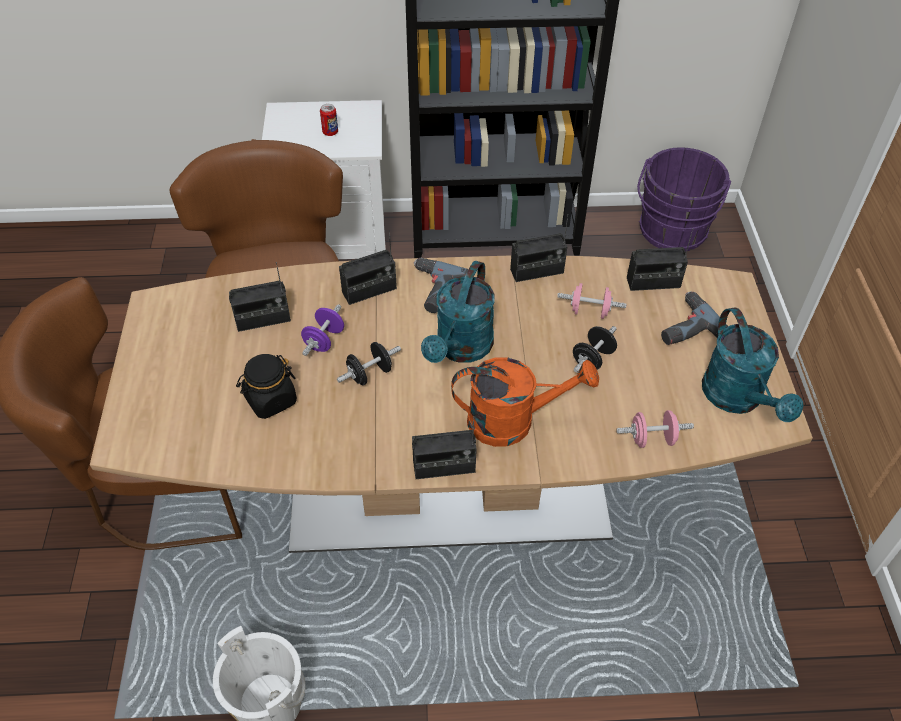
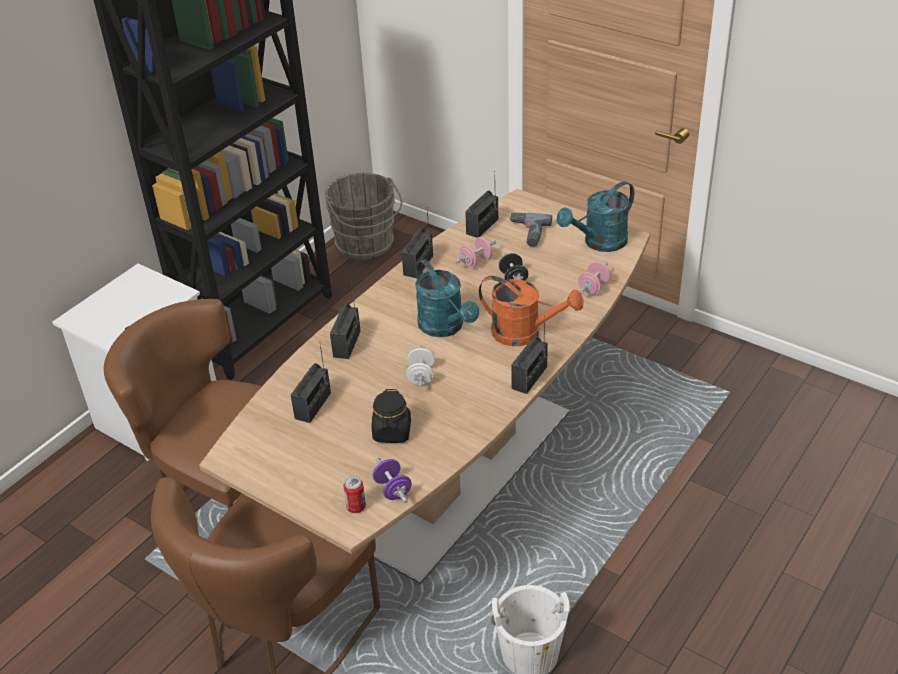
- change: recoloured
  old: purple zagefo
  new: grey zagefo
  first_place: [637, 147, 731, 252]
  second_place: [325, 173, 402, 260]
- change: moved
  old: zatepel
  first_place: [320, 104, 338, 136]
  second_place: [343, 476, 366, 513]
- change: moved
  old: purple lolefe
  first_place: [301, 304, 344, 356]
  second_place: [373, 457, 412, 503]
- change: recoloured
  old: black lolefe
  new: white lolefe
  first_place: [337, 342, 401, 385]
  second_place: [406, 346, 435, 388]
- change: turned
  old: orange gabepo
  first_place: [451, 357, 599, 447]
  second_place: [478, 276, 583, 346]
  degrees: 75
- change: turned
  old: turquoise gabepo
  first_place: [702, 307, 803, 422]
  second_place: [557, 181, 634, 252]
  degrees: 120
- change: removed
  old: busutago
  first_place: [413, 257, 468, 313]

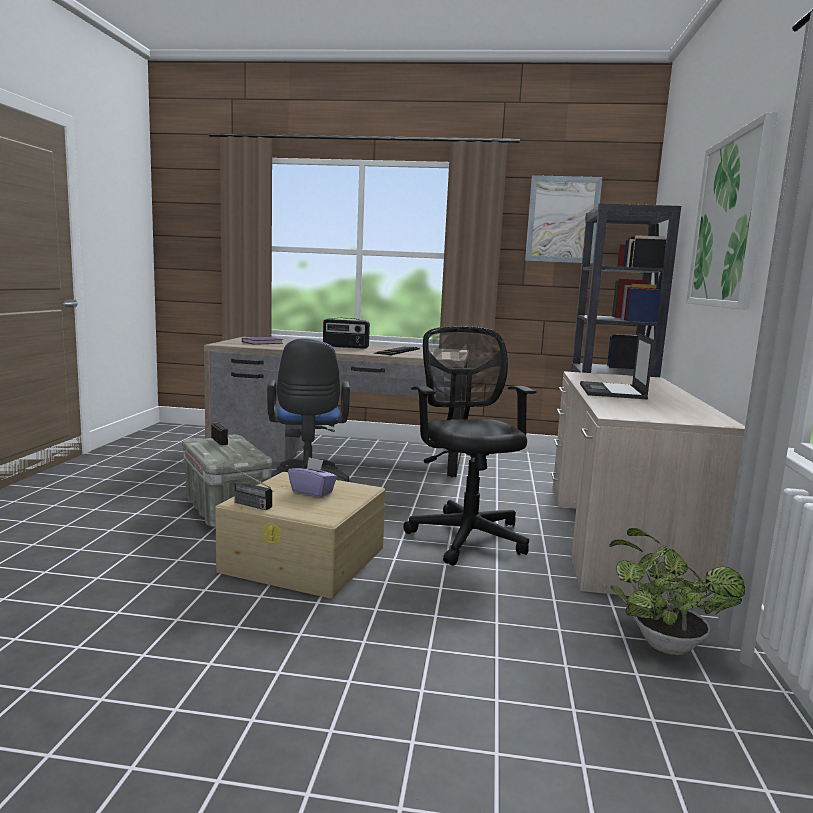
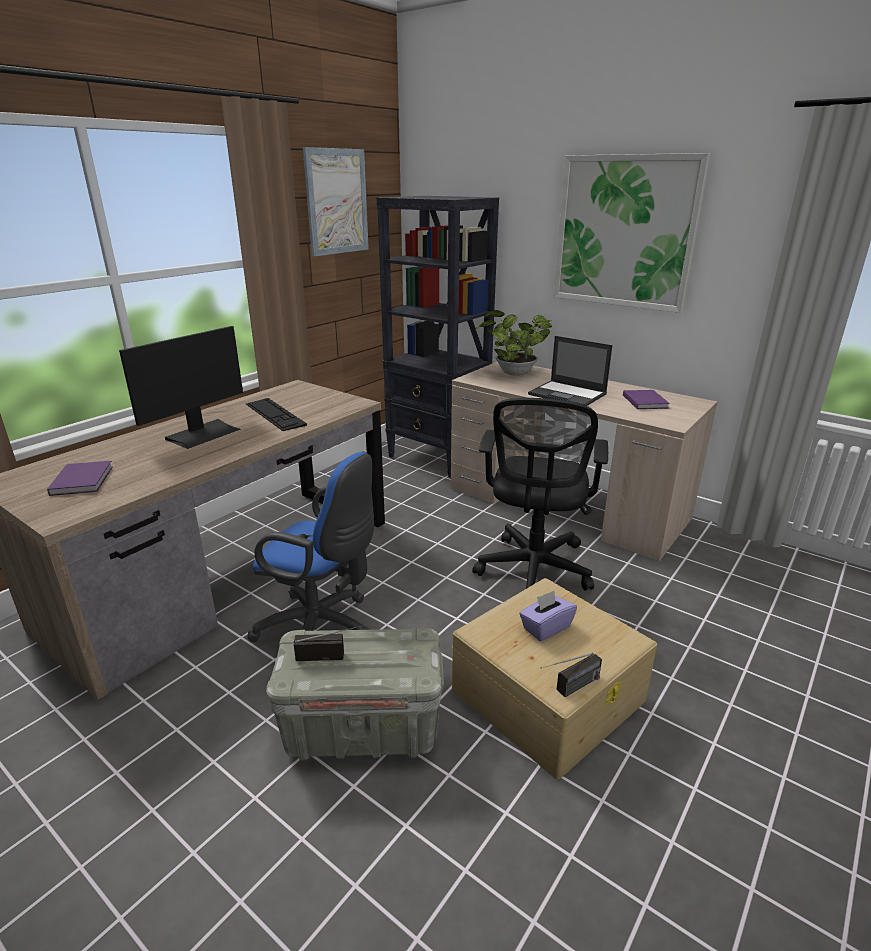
- change: replaced
  old: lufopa
  new: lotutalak
  first_place: [323, 318, 370, 349]
  second_place: [119, 326, 243, 449]
- change: turned
  old: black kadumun
  first_place: [403, 326, 537, 566]
  second_place: [472, 398, 608, 591]
  degrees: -90
- change: moved
  old: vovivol
  first_place: [609, 528, 745, 655]
  second_place: [475, 310, 552, 376]
- change: added
  new: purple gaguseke
  second_place: [623, 390, 670, 409]

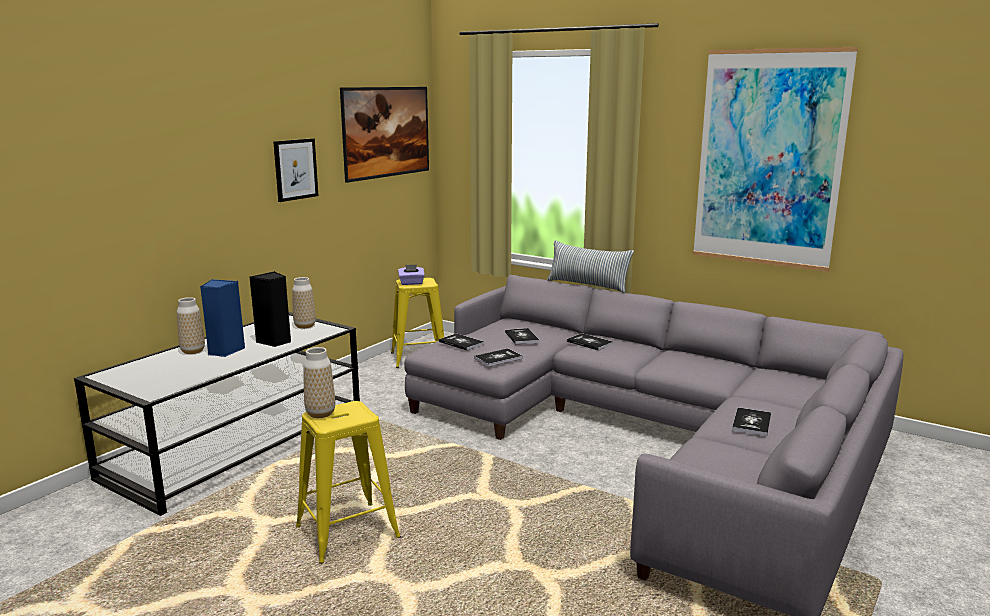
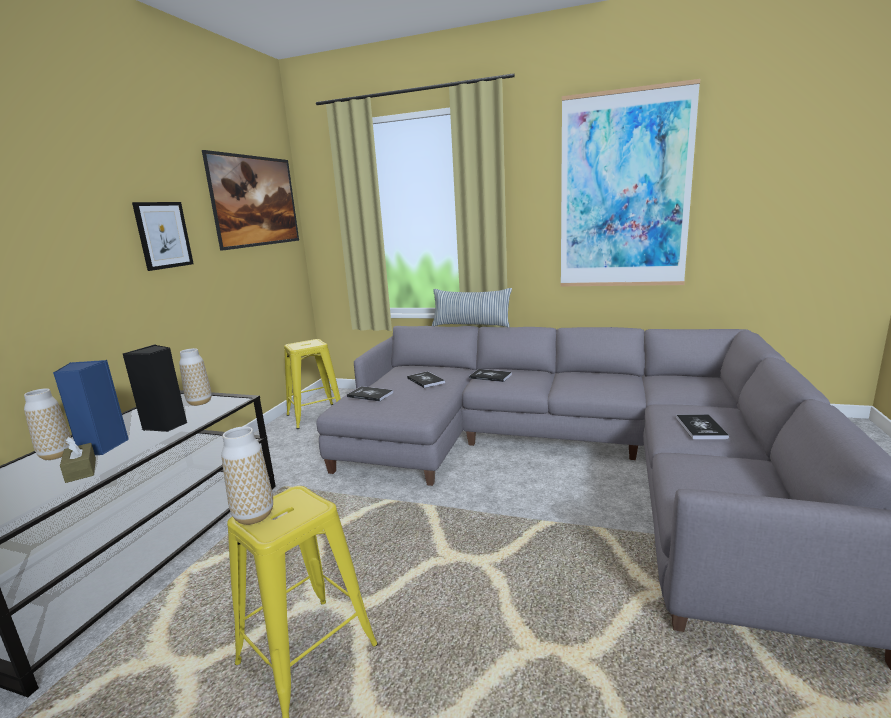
- change: added
  new: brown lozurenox
  second_place: [60, 437, 96, 483]
- change: removed
  old: purple lozurenox
  first_place: [398, 265, 425, 285]
- change: removed
  old: gaguseke
  first_place: [474, 349, 523, 367]

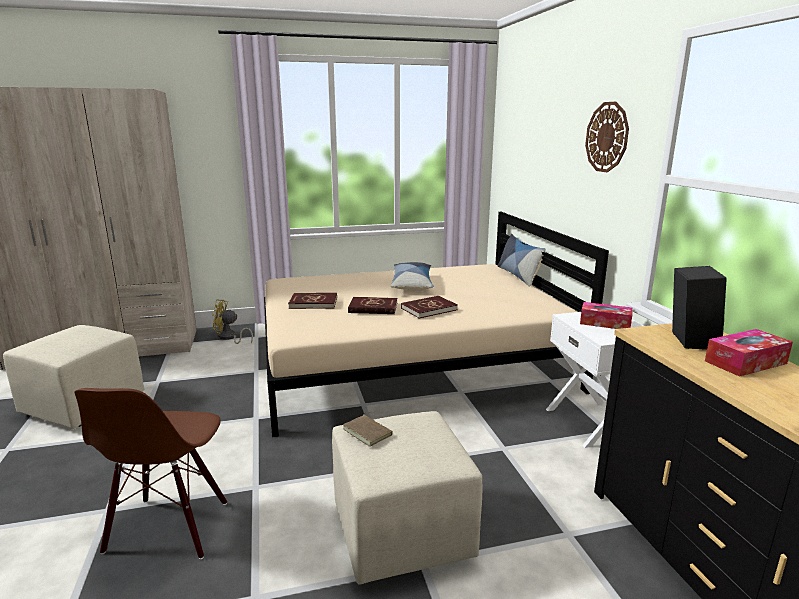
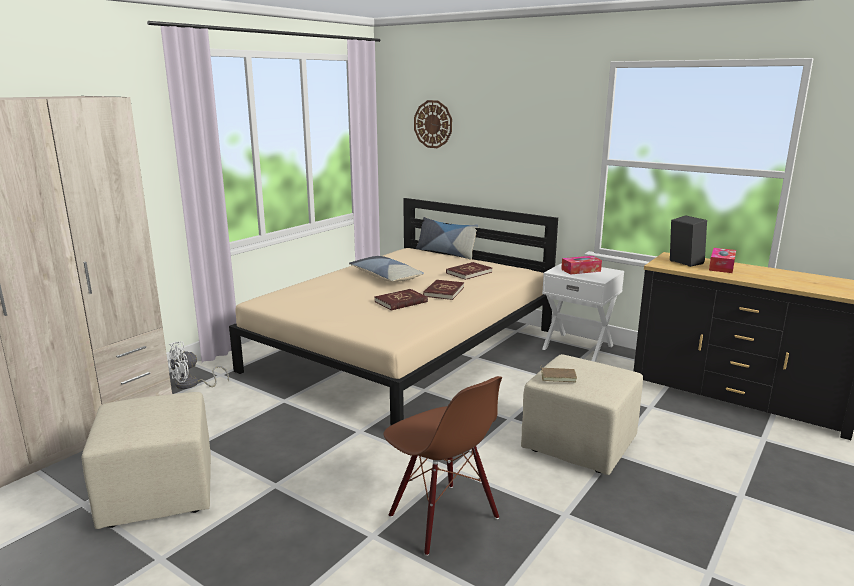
- change: recoloured
  old: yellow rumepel
  new: white rumepel
  first_place: [212, 299, 253, 344]
  second_place: [168, 341, 229, 389]
- change: moved
  old: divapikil
  first_place: [585, 102, 629, 172]
  second_place: [414, 100, 452, 148]
- change: moved
  old: red gaguseke
  first_place: [288, 293, 337, 309]
  second_place: [446, 262, 492, 280]

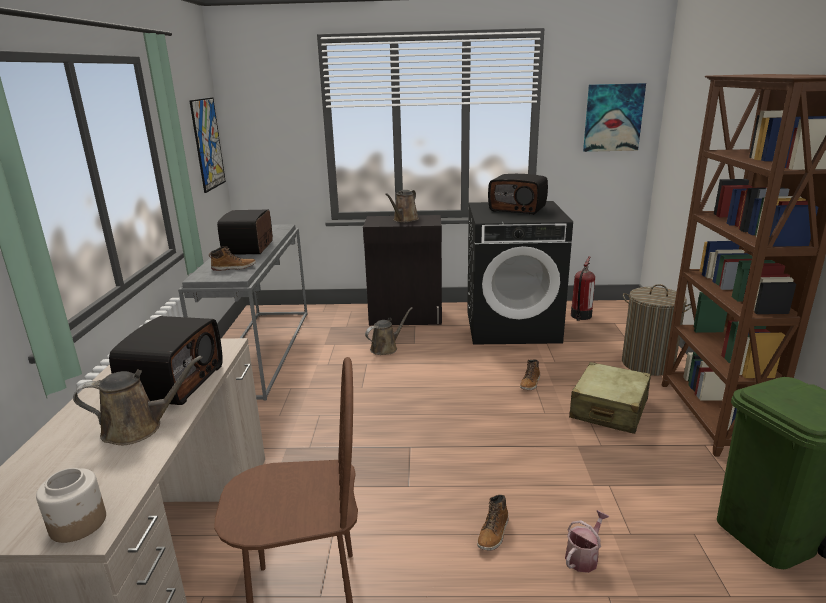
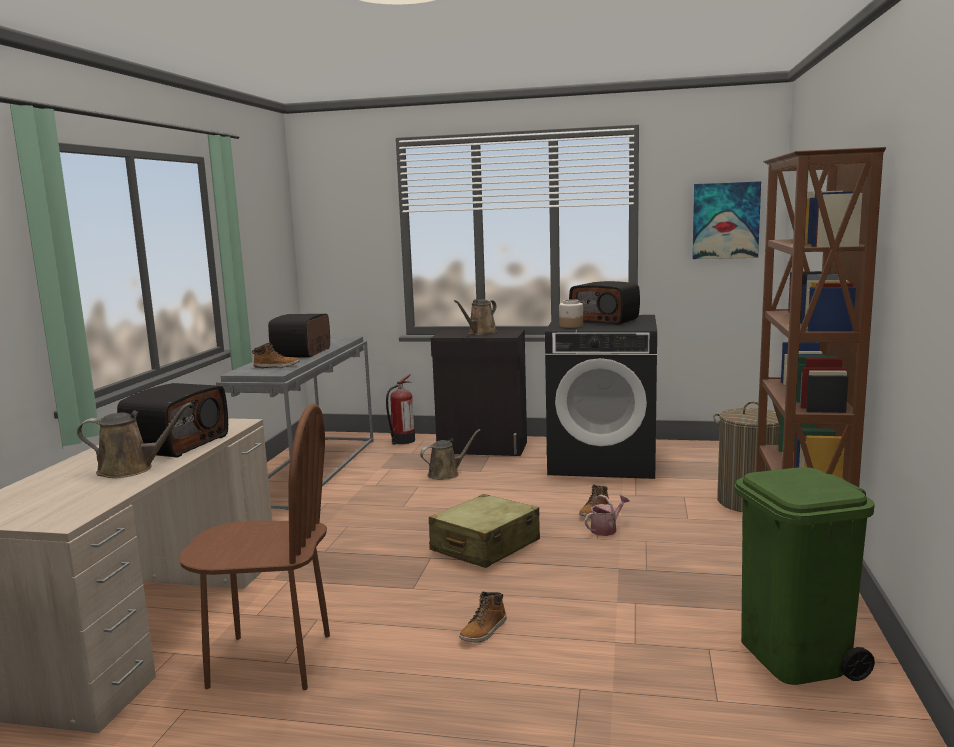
- change: moved
  old: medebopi
  first_place: [571, 256, 595, 321]
  second_place: [386, 374, 415, 445]
- change: moved
  old: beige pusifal
  first_place: [569, 362, 651, 434]
  second_place: [429, 494, 540, 568]
- change: moved
  old: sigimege
  first_place: [36, 468, 106, 543]
  second_place: [559, 299, 583, 328]
- change: moved
  old: gabepo
  first_place: [565, 510, 609, 573]
  second_place: [585, 495, 630, 536]
- change: removed
  old: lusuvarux
  first_place: [189, 97, 226, 193]

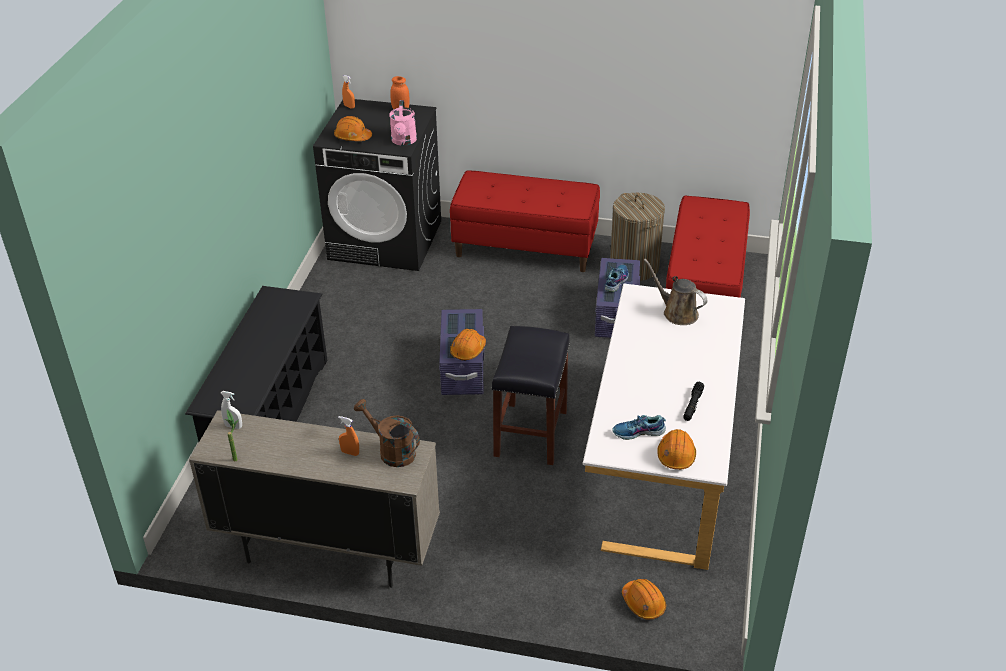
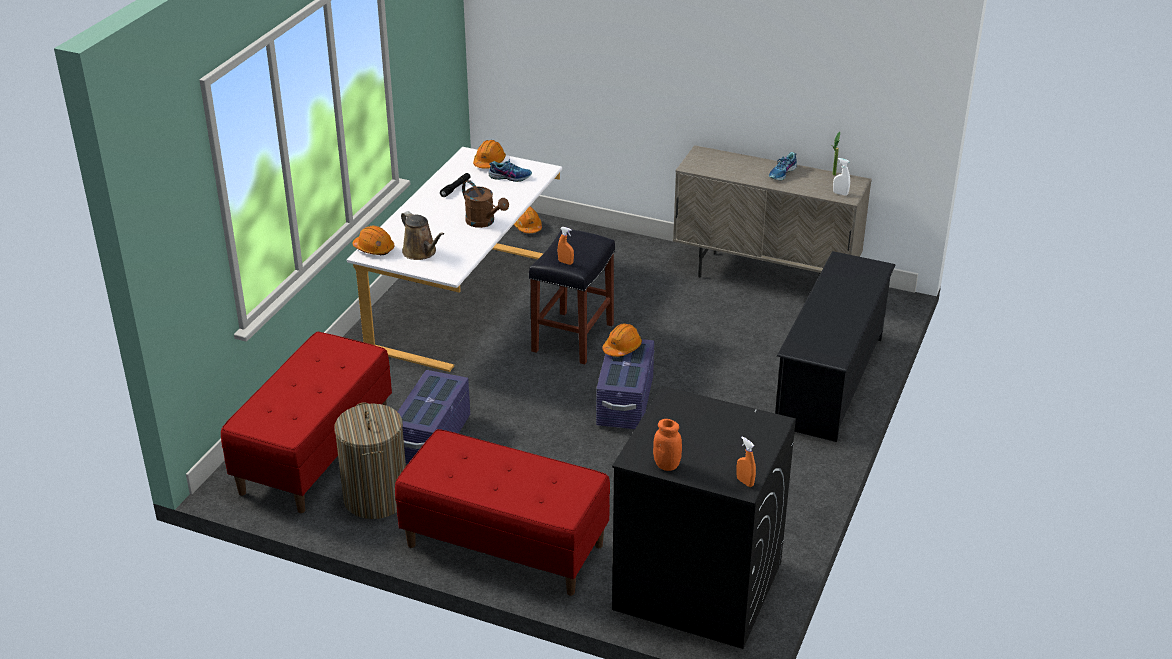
- change: moved
  old: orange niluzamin
  first_place: [334, 116, 372, 141]
  second_place: [353, 226, 394, 255]
- change: moved
  old: brown gabepo
  first_place: [354, 399, 420, 467]
  second_place: [462, 180, 509, 228]
- change: moved
  old: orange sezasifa
  first_place: [338, 416, 359, 456]
  second_place: [558, 227, 574, 265]
- change: moved
  old: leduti
  first_place: [605, 265, 629, 292]
  second_place: [769, 152, 797, 181]
- change: removed
  old: pink gabepo
  first_place: [389, 100, 417, 146]

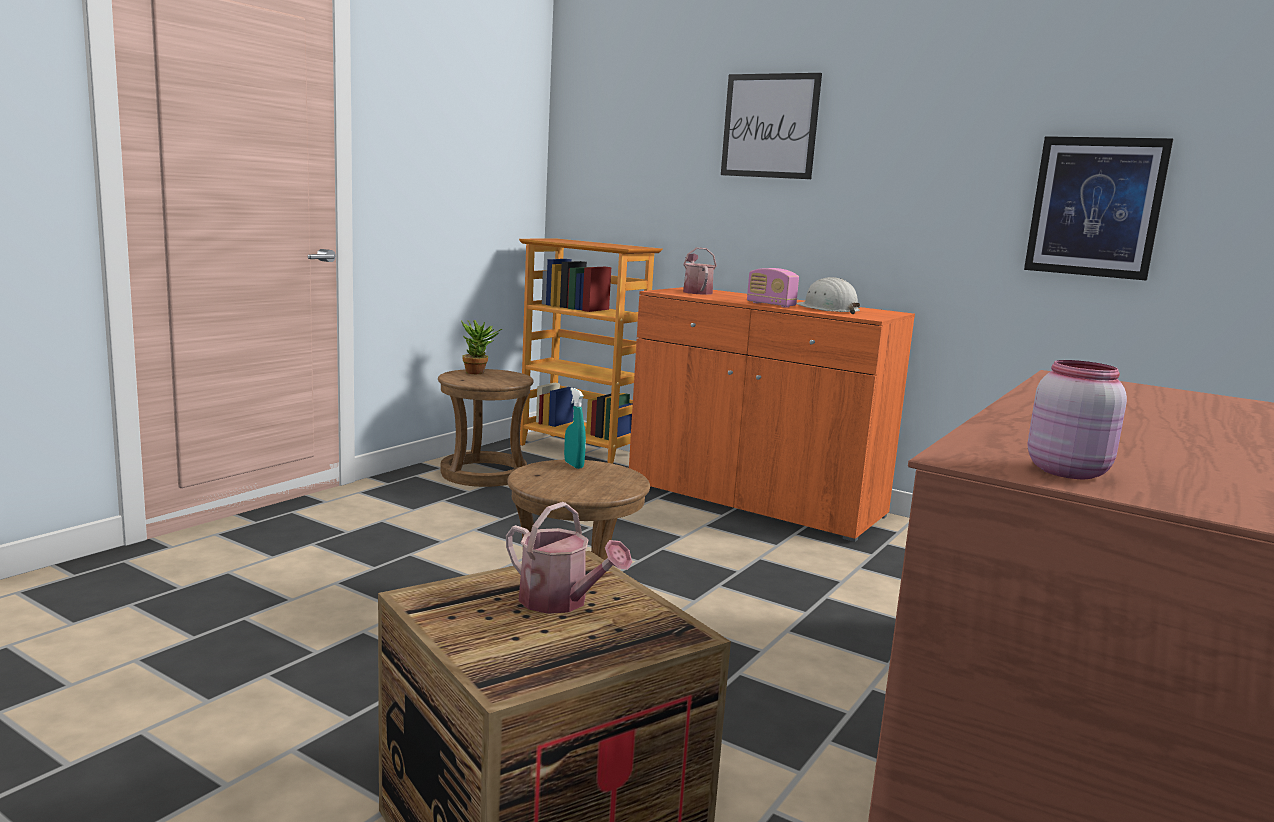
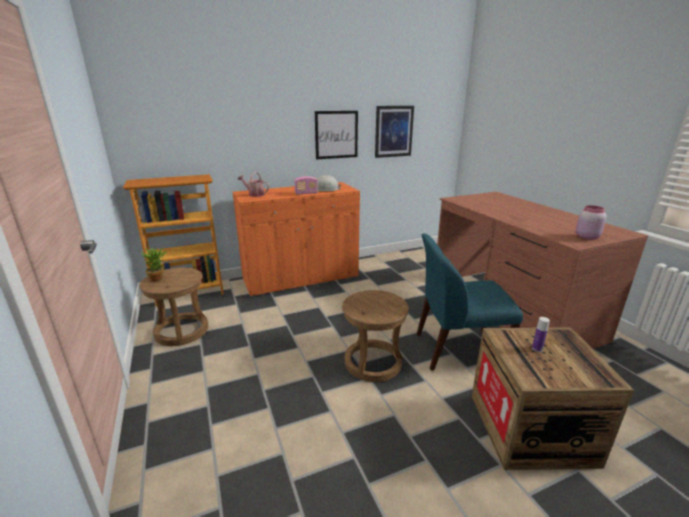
- change: moved
  old: lusuvarux
  first_place: [721, 73, 822, 179]
  second_place: [315, 111, 358, 159]
- change: added
  new: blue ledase
  second_place: [417, 233, 523, 371]
- change: replaced
  old: gabepo
  new: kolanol
  first_place: [506, 502, 632, 614]
  second_place: [532, 317, 550, 352]
- change: removed
  old: turquoise sezasifa
  first_place: [564, 388, 586, 469]

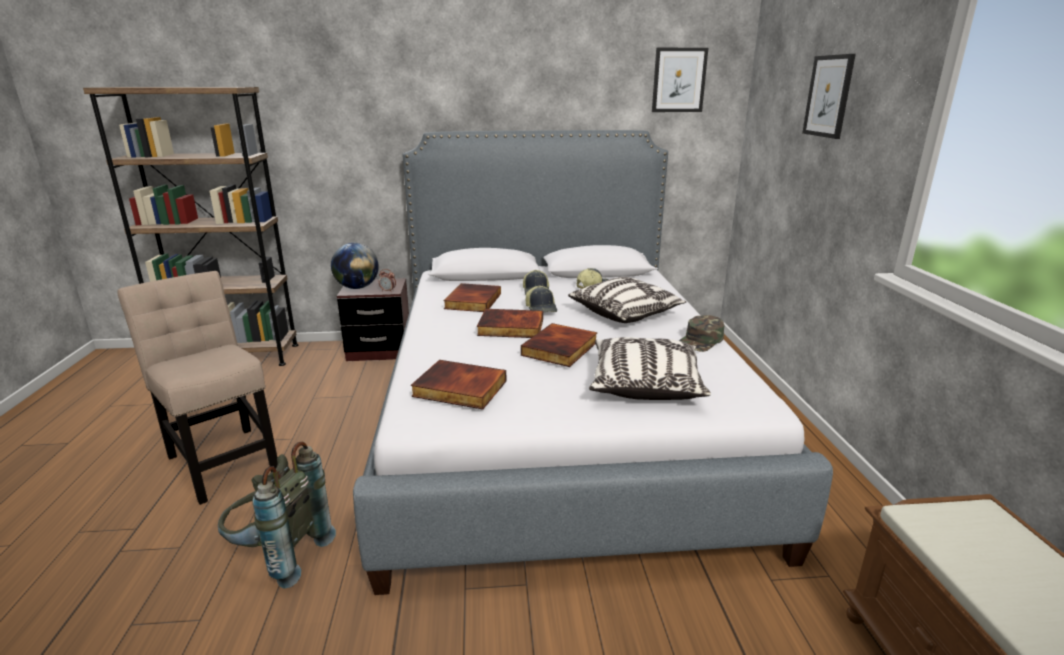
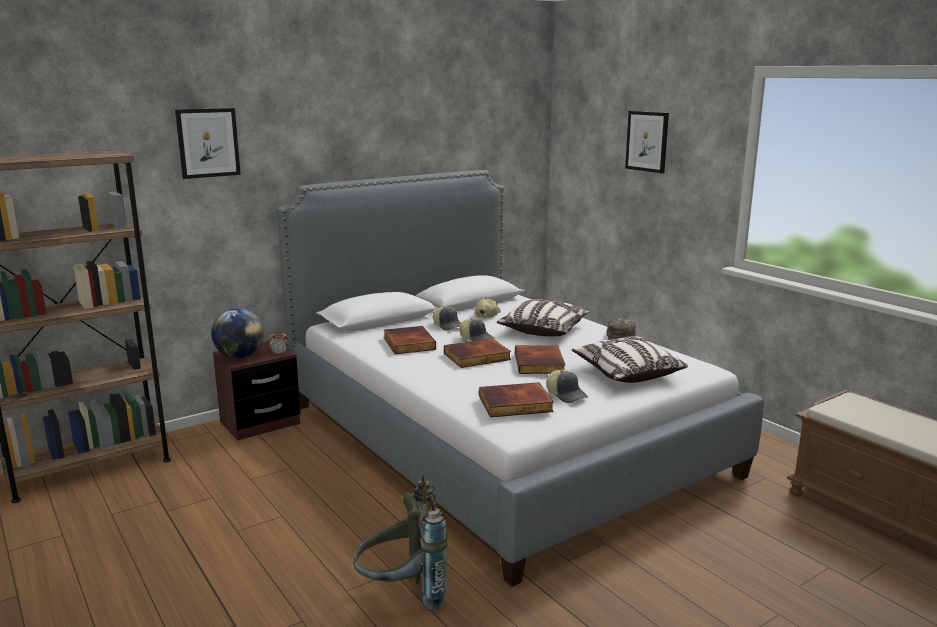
- change: moved
  old: lusuvarux
  first_place: [652, 48, 708, 112]
  second_place: [175, 108, 241, 179]
- change: added
  new: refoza
  second_place: [546, 370, 588, 403]
- change: removed
  old: beige ledase
  first_place: [117, 271, 277, 505]

